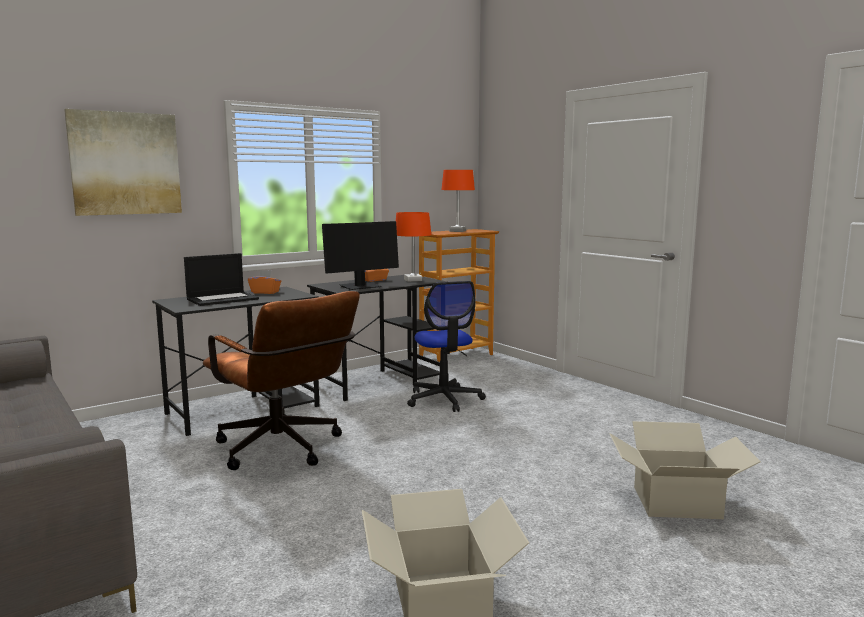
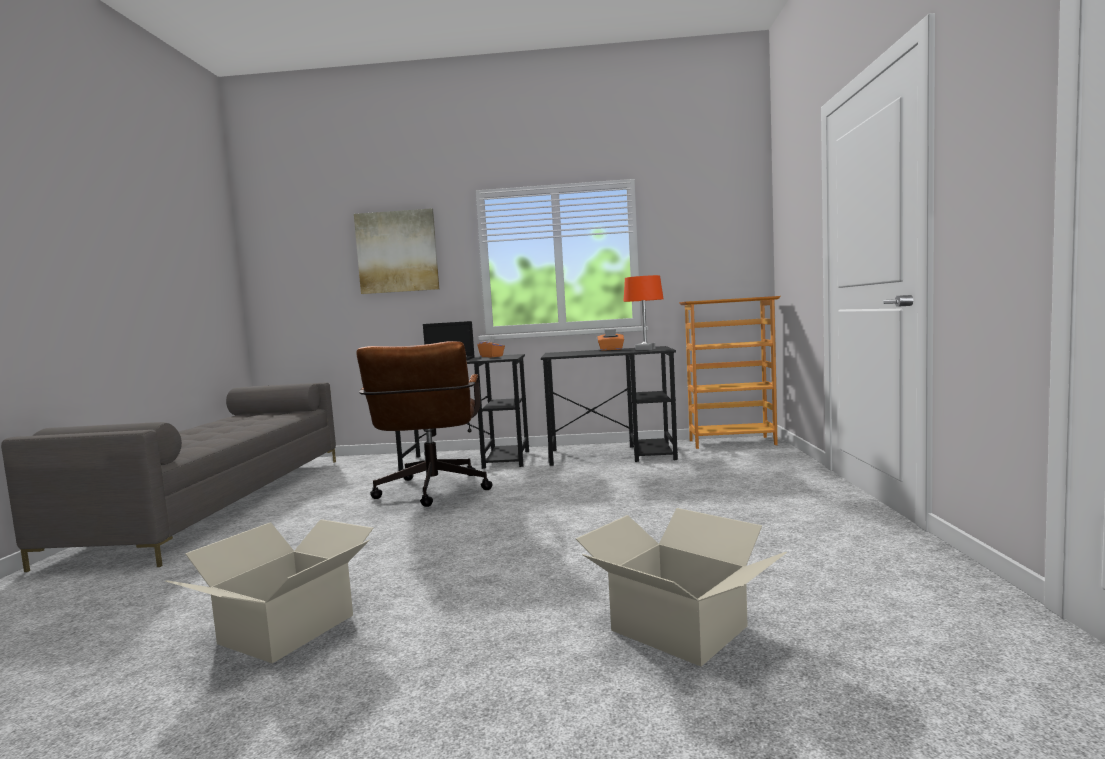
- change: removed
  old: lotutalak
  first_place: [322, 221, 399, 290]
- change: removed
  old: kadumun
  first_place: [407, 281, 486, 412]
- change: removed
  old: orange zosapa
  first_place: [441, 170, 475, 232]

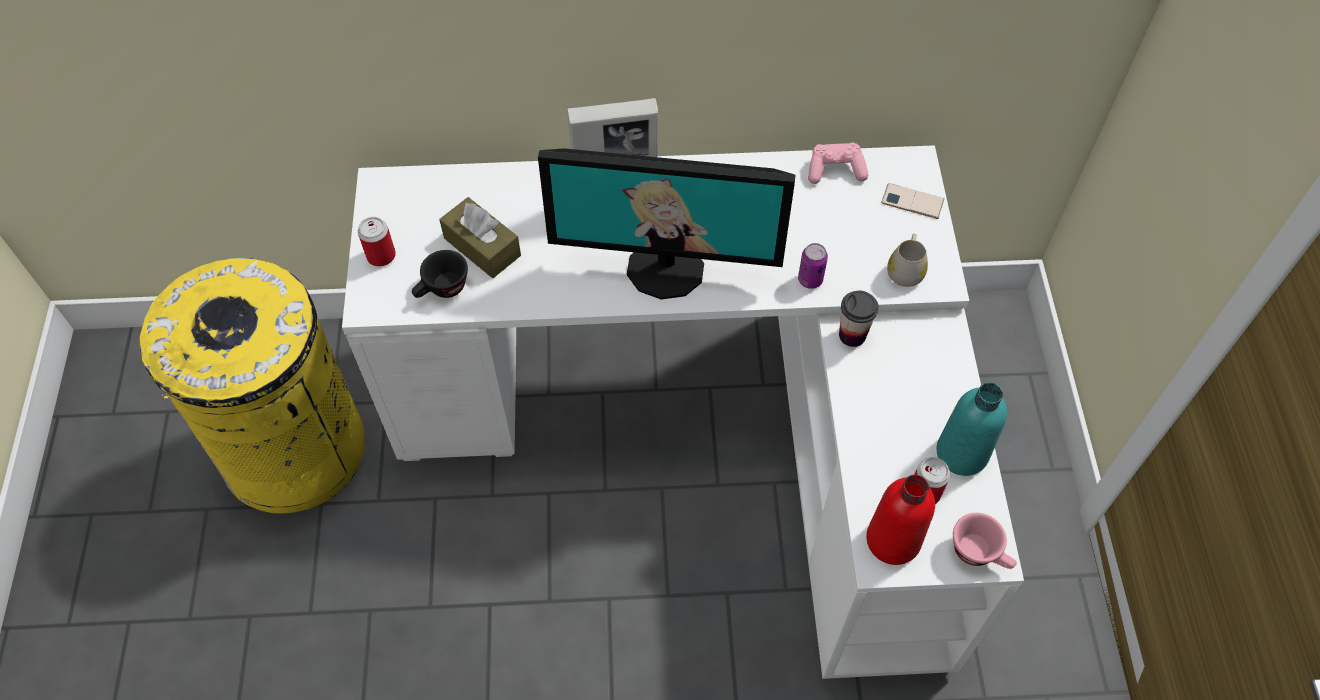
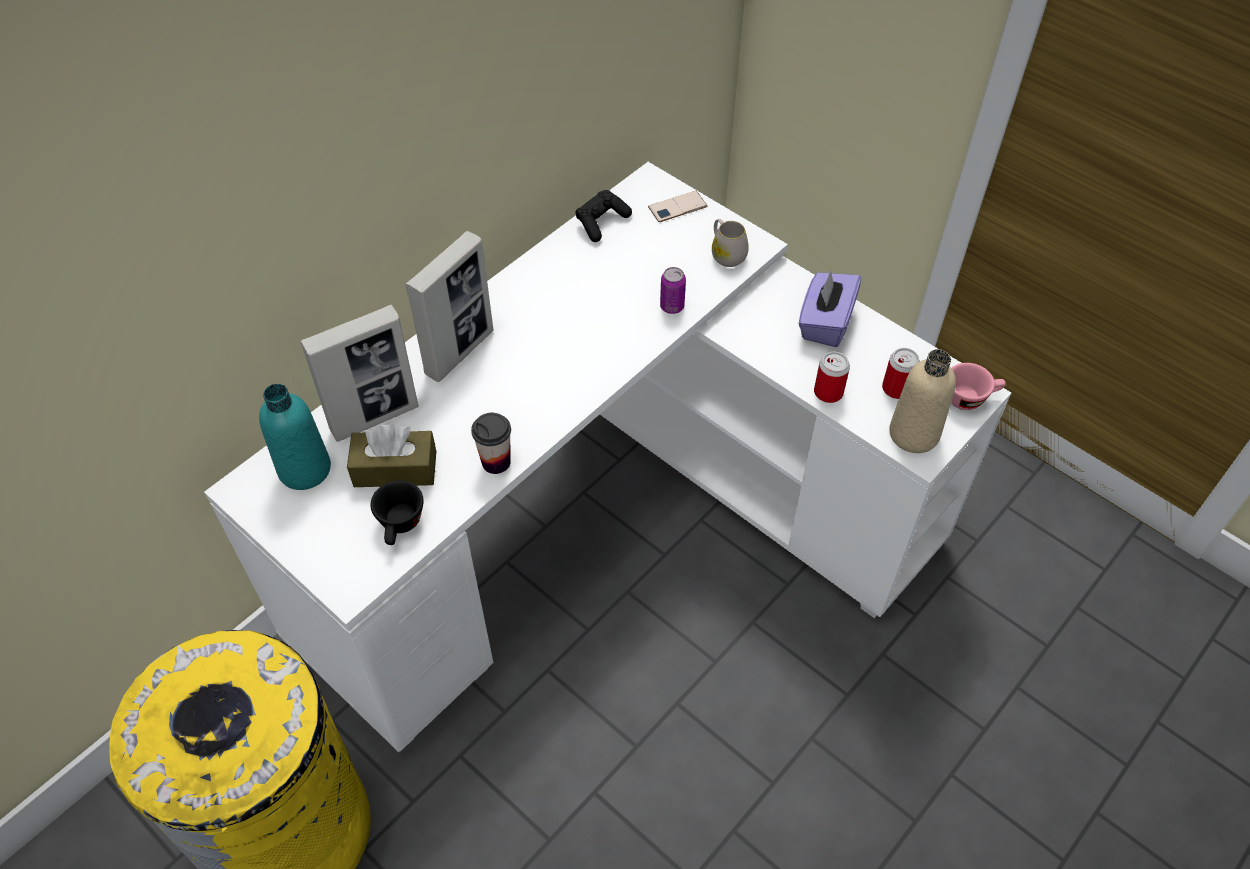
- change: moved
  old: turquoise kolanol
  first_place: [936, 383, 1007, 476]
  second_place: [259, 384, 331, 490]
- change: added
  new: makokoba
  second_place: [300, 305, 418, 442]
- change: moved
  old: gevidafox
  first_place: [839, 291, 879, 347]
  second_place: [471, 413, 511, 474]
- change: recoloured
  old: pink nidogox
  new: black nidogox
  first_place: [808, 143, 868, 184]
  second_place: [576, 190, 632, 242]
- change: added
  new: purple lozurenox
  second_place: [799, 270, 861, 347]
- change: moved
  old: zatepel
  first_place: [358, 217, 396, 266]
  second_place: [814, 352, 850, 403]
- change: recoloured
  old: red kolanol
  new: beige kolanol
  first_place: [866, 475, 935, 565]
  second_place: [889, 349, 956, 453]
- change: removed
  old: lotutalak
  first_place: [538, 148, 795, 299]

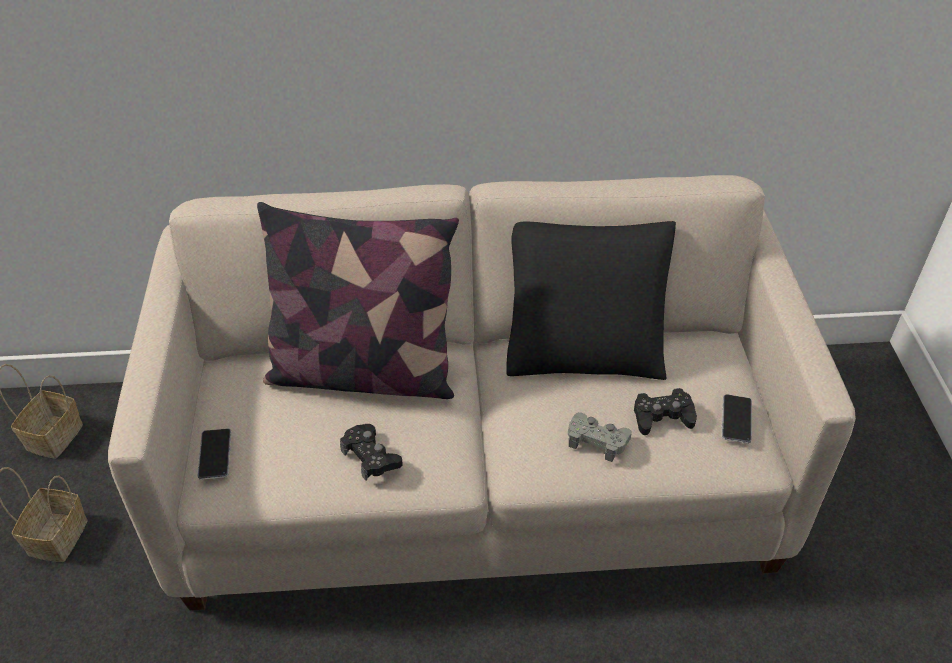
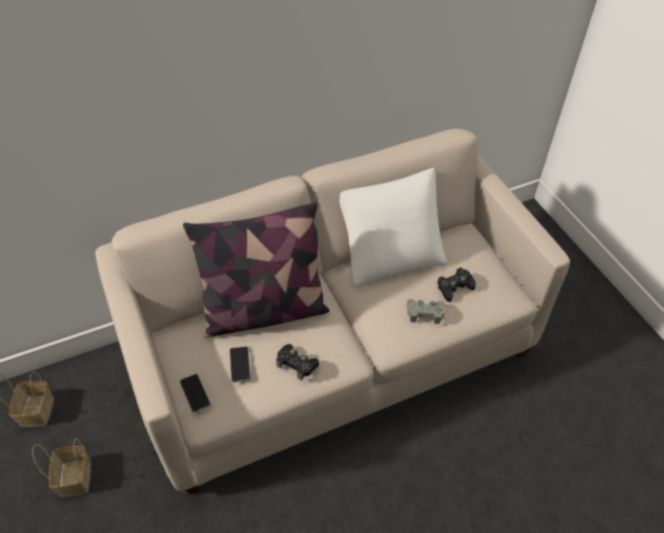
- change: moved
  old: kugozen
  first_place: [722, 394, 752, 443]
  second_place: [229, 346, 251, 383]
- change: recoloured
  old: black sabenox
  new: white sabenox
  first_place: [506, 221, 676, 380]
  second_place: [340, 168, 447, 288]

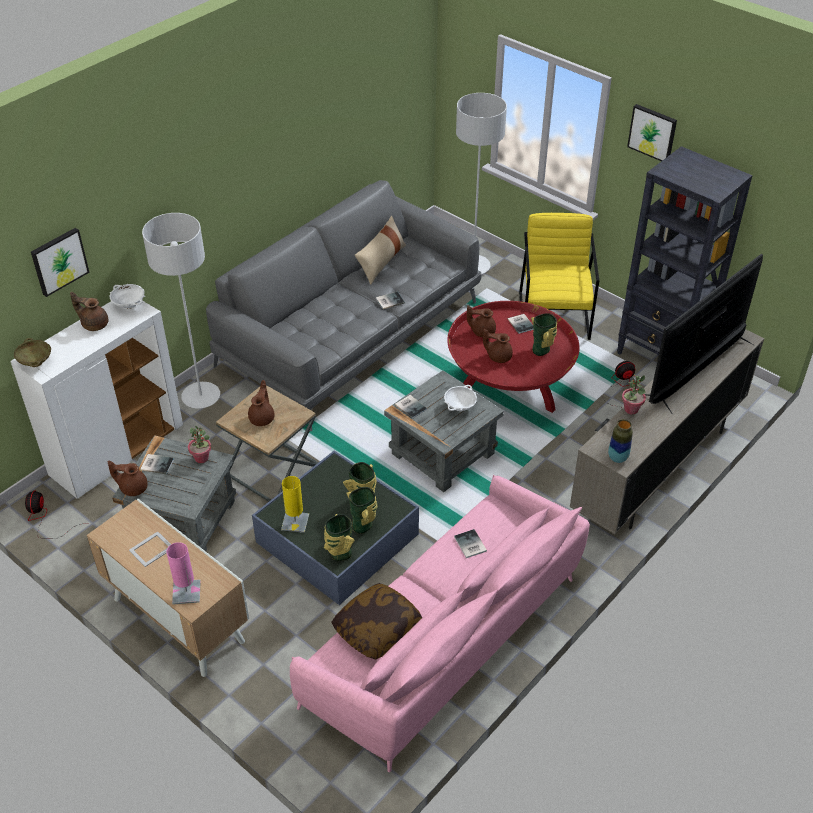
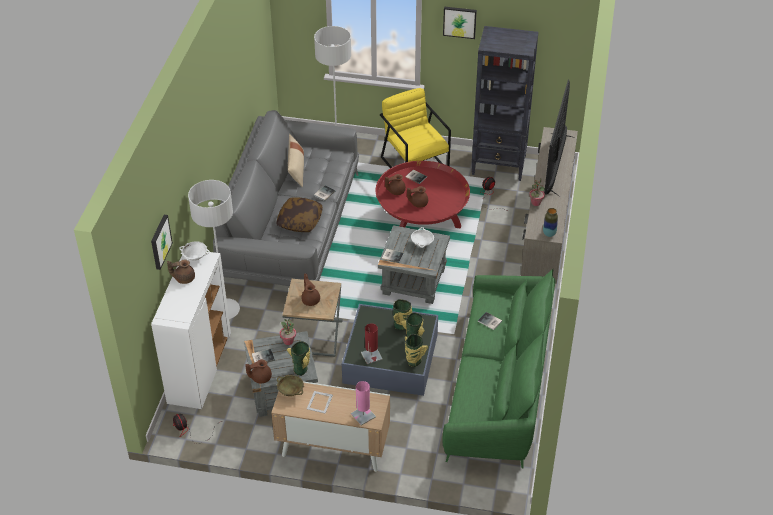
- change: moved
  old: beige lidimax
  first_place: [14, 338, 51, 367]
  second_place: [276, 375, 305, 396]
- change: moved
  old: sabenox
  first_place: [331, 583, 422, 659]
  second_place: [277, 197, 323, 232]
- change: moved
  old: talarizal
  first_place: [531, 313, 557, 356]
  second_place: [287, 341, 310, 376]
- change: recoloured
  old: yellow zosapa
  new: red zosapa
  first_place: [281, 476, 309, 533]
  second_place: [361, 323, 383, 364]
- change: recoloured
  old: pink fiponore
  new: green fiponore
  first_place: [290, 475, 590, 773]
  second_place: [442, 269, 556, 468]

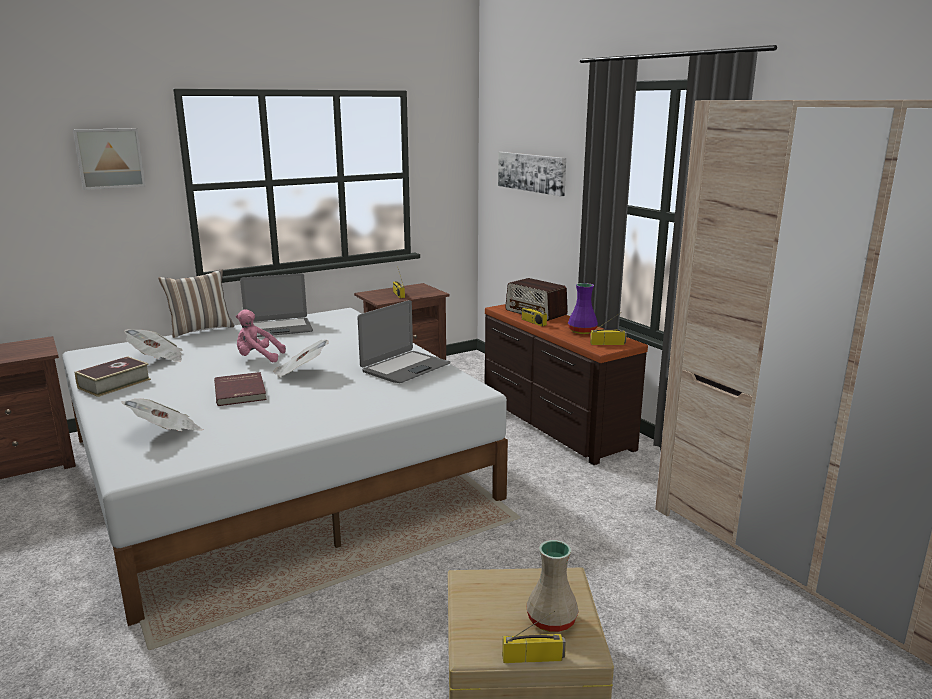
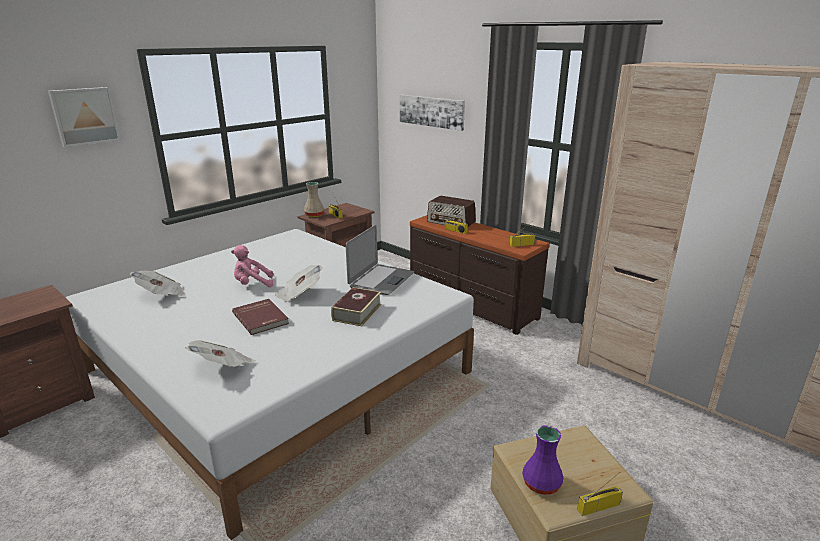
- change: moved
  old: beige talarizal
  first_place: [526, 540, 579, 632]
  second_place: [304, 182, 324, 217]
- change: moved
  old: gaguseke
  first_place: [75, 356, 151, 397]
  second_place: [331, 287, 381, 326]
- change: moved
  old: purple talarizal
  first_place: [568, 283, 598, 334]
  second_place: [522, 425, 563, 495]
- change: removed
  old: sabenox
  first_place: [158, 269, 234, 338]
- change: removed
  old: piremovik
  first_place: [240, 273, 313, 337]

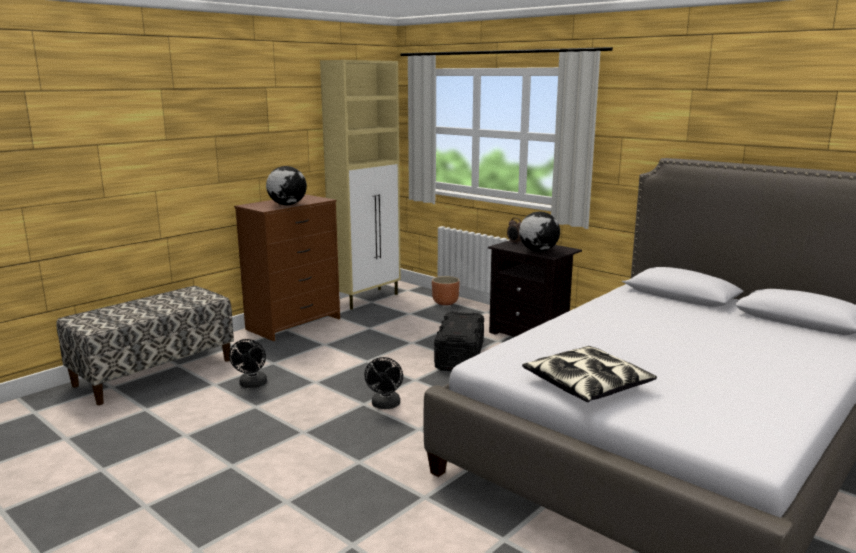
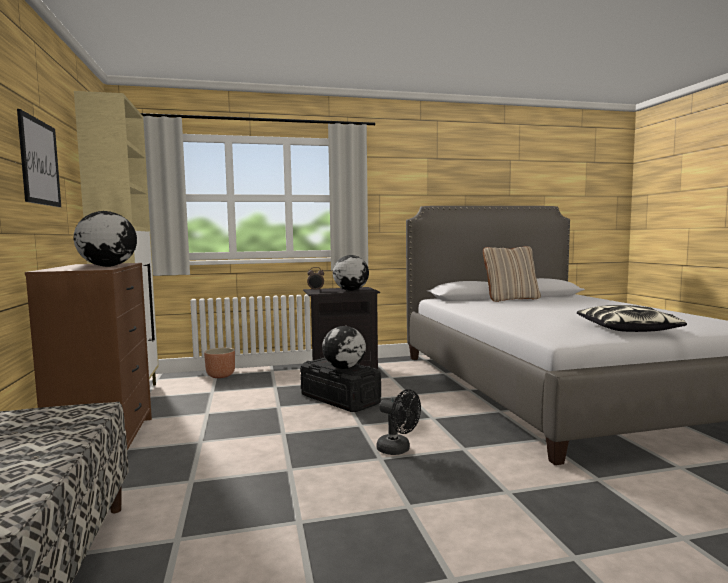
- change: added
  new: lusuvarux
  second_place: [17, 109, 61, 207]
- change: added
  new: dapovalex
  second_place: [322, 326, 366, 369]
- change: added
  new: beige sabenox
  second_place: [483, 246, 541, 302]
- change: removed
  old: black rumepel
  first_place: [229, 339, 267, 388]

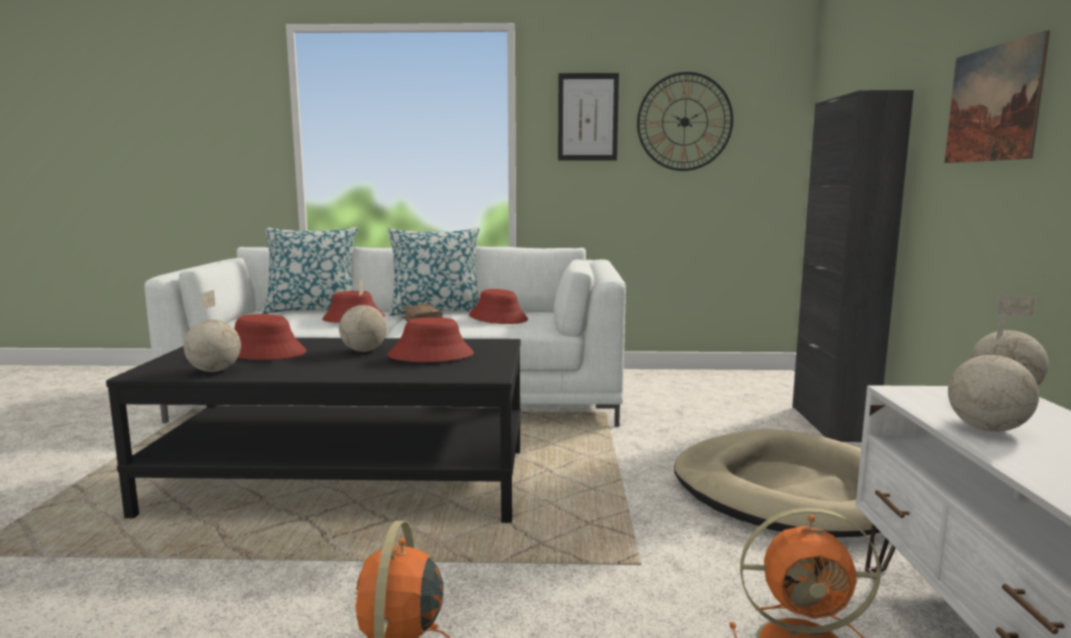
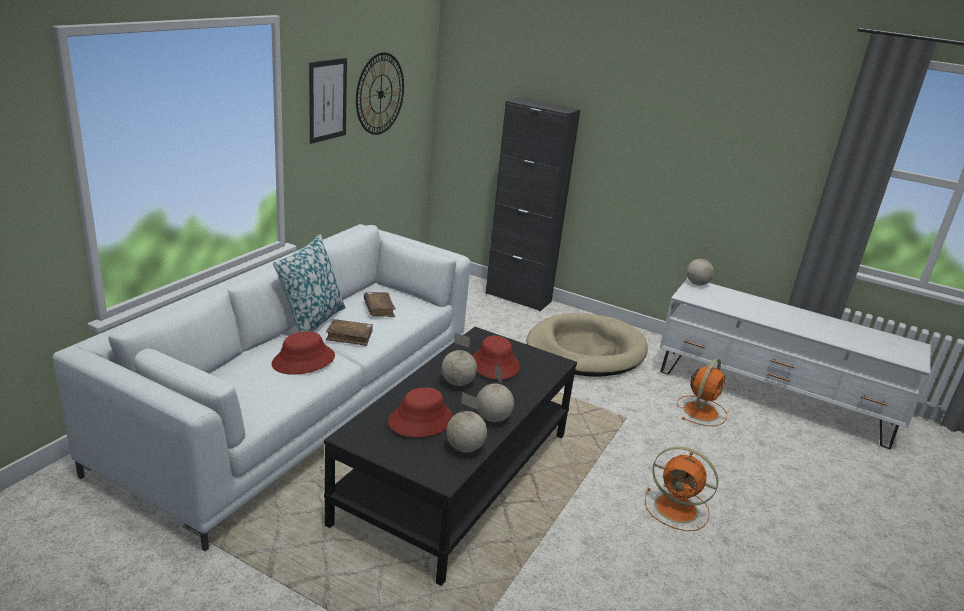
- change: replaced
  old: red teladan
  new: brown gaguseke
  first_place: [469, 289, 528, 324]
  second_place: [364, 292, 396, 317]
- change: moved
  old: dapovalex
  first_place: [948, 312, 1039, 432]
  second_place: [477, 364, 514, 422]
- change: removed
  old: sabenox
  first_place: [262, 227, 358, 314]
- change: removed
  old: lusuvarux
  first_place: [944, 30, 1050, 163]

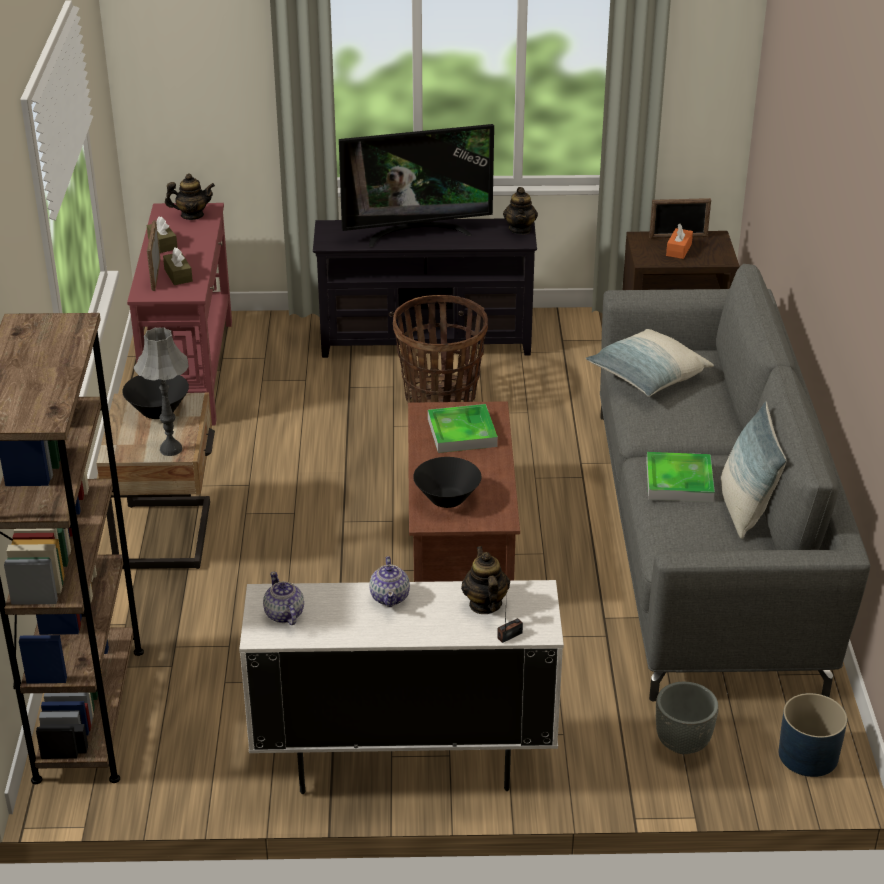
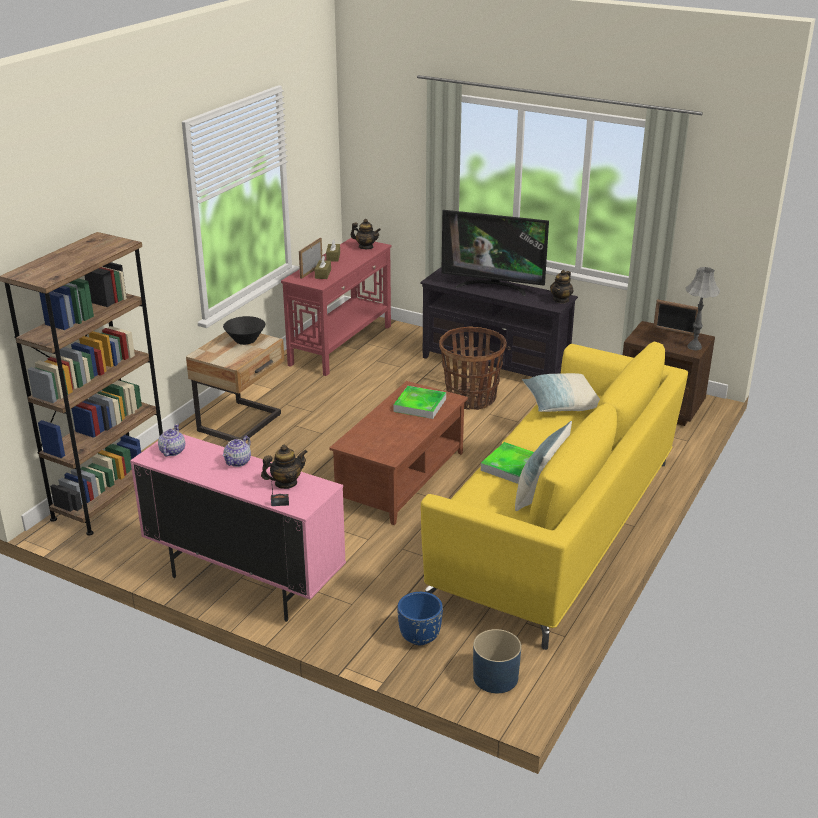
- change: recoloured
  old: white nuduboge
  new: pink nuduboge
  first_place: [239, 580, 564, 794]
  second_place: [130, 434, 346, 622]
- change: turned
  old: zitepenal
  first_place: [461, 546, 510, 614]
  second_place: [261, 445, 308, 489]
  degrees: 45
- change: recoloured
  old: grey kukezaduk
  new: blue kukezaduk
  first_place: [656, 682, 719, 754]
  second_place: [397, 592, 443, 645]
- change: recoloured
  old: grey fiponore
  new: yellow fiponore
  first_place: [600, 264, 870, 702]
  second_place: [421, 341, 688, 650]
- change: moved
  old: grey zosapa
  first_place: [133, 327, 189, 456]
  second_place: [686, 267, 720, 350]
- change: removed
  old: black lidimax
  first_place: [413, 457, 481, 508]
- change: removed
  old: orange lozurenox
  first_place: [666, 224, 693, 259]

